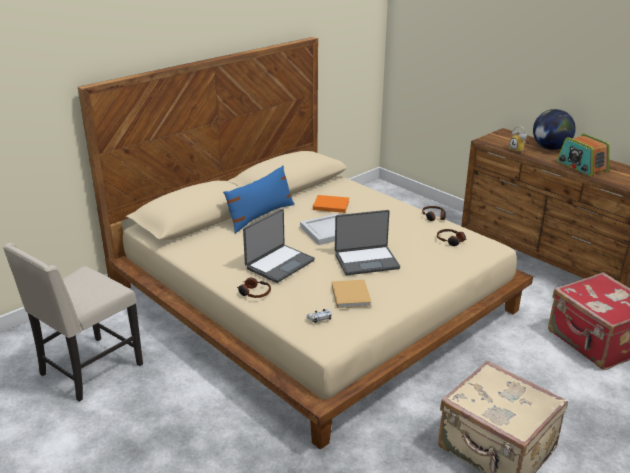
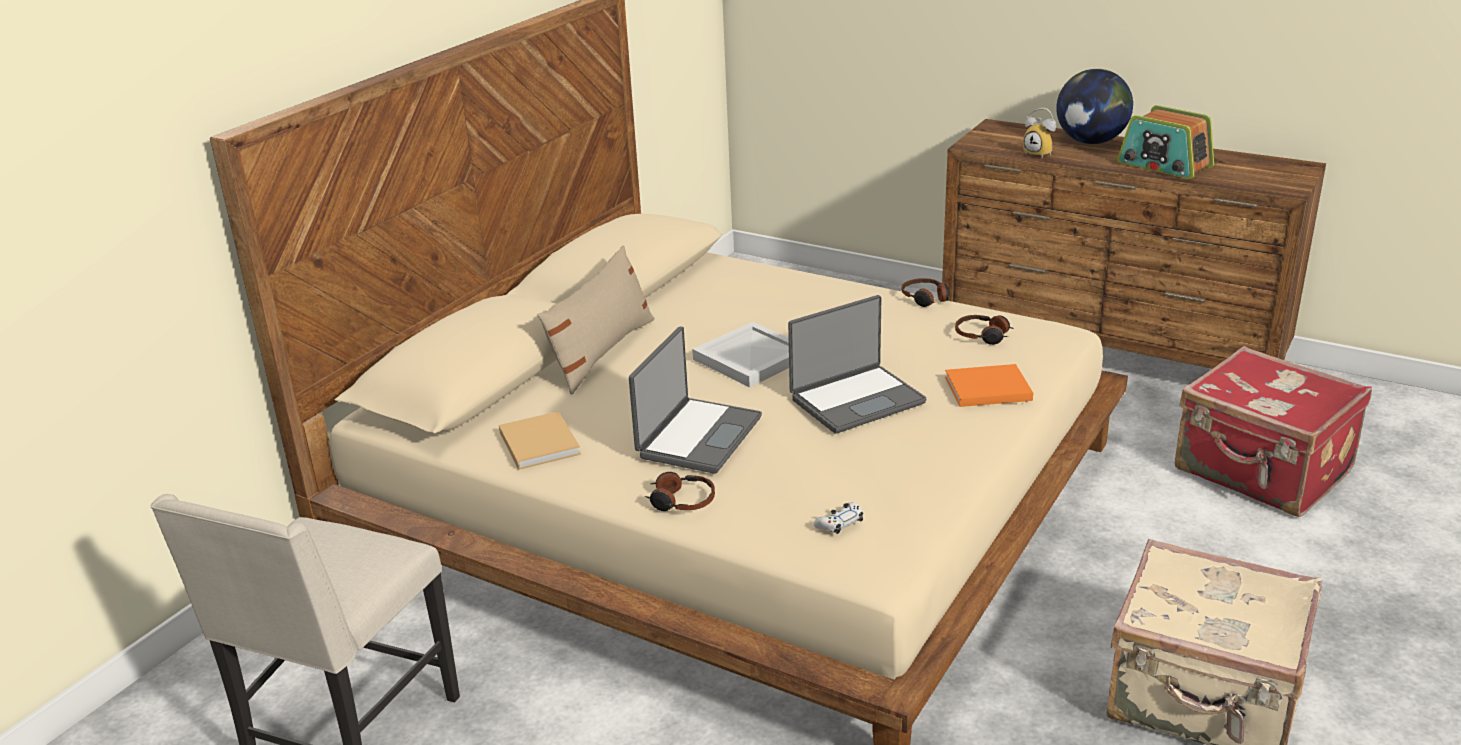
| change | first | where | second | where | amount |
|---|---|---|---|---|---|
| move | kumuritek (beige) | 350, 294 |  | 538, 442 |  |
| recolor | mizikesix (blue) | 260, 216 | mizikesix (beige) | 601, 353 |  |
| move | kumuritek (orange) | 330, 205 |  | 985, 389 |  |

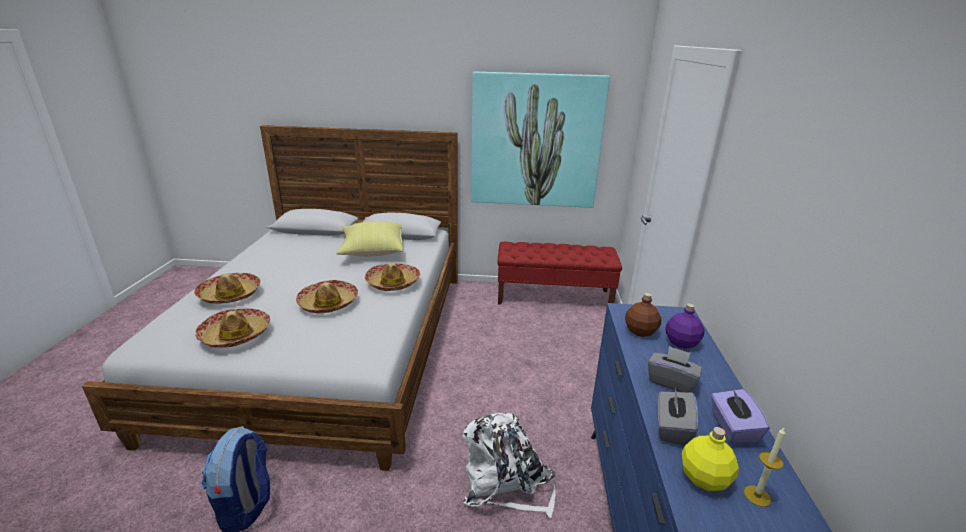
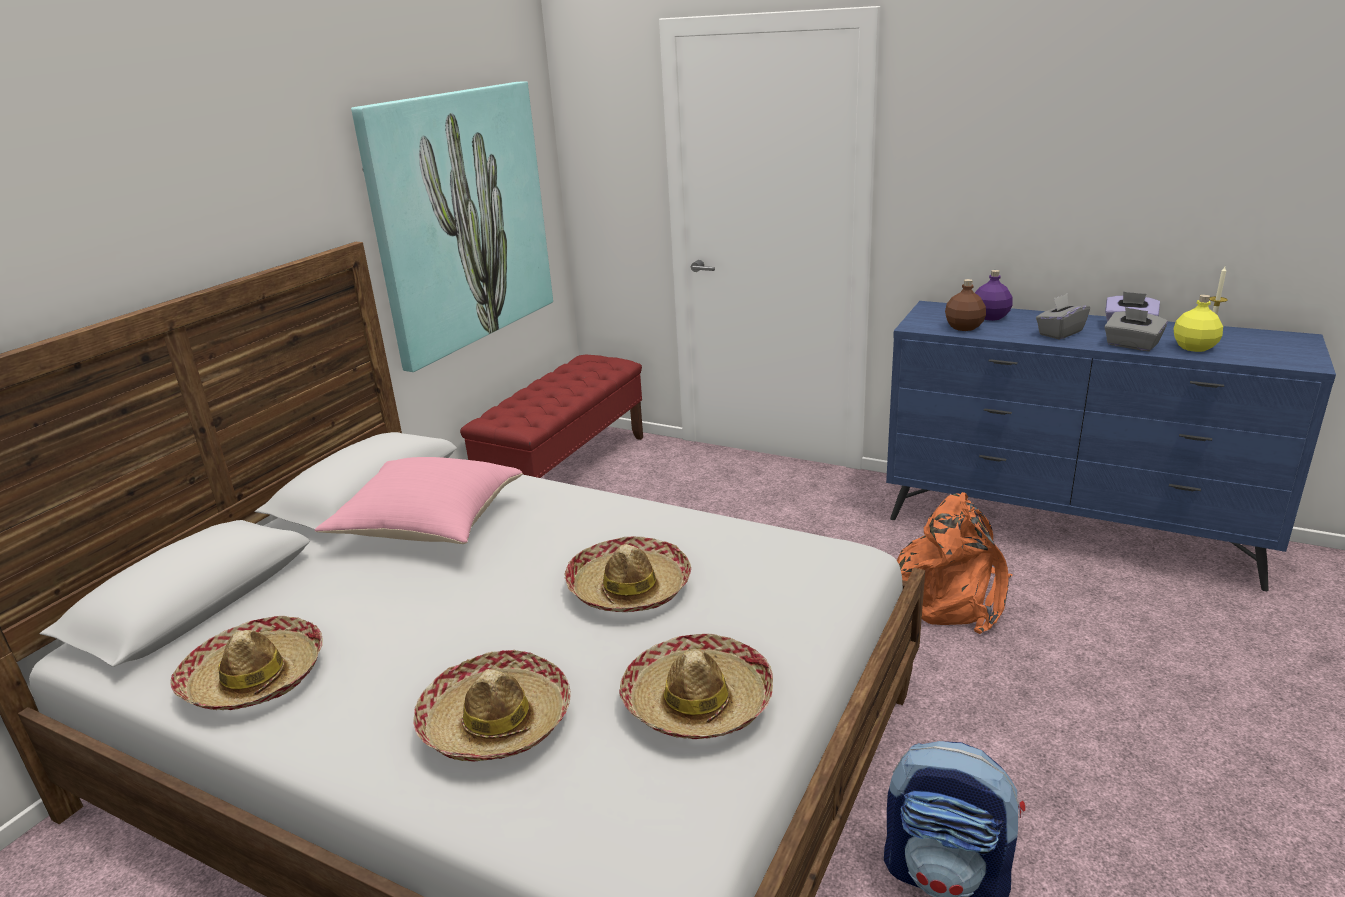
| change | first | where | second | where | amount |
|---|---|---|---|---|---|
| move | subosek | 393, 283 |  | 255, 677 |  |
| recolor | mizikesix (yellow) | 372, 251 | mizikesix (pink) | 426, 528 |  |
| recolor | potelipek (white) | 506, 483 | potelipek (orange) | 952, 597 |  |

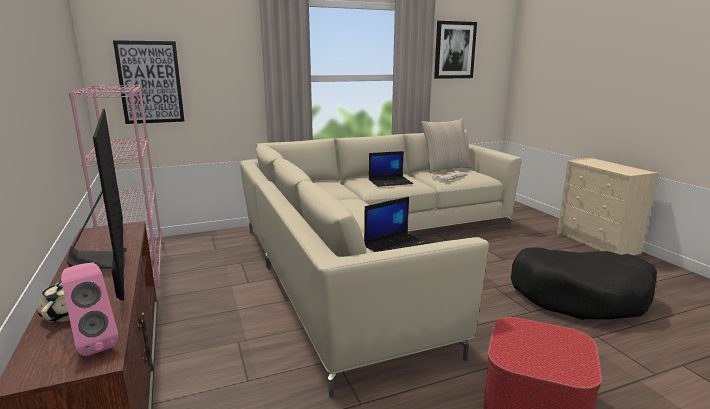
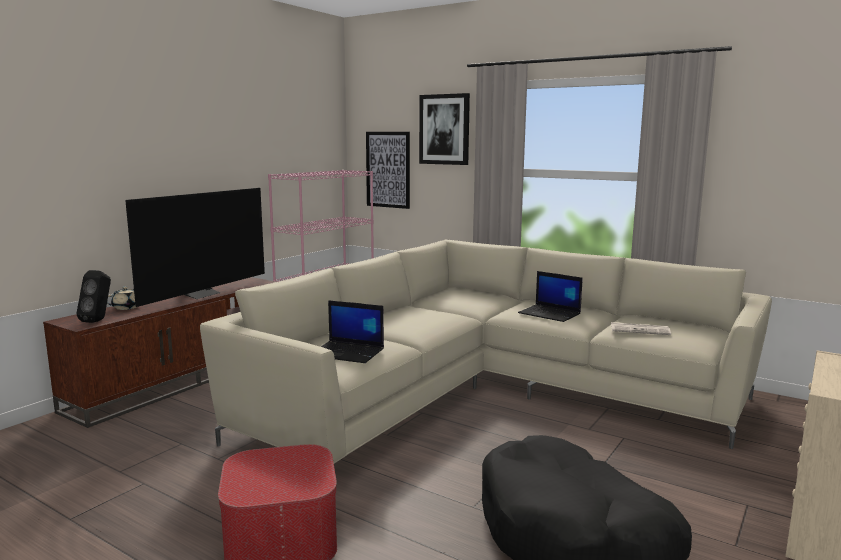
| change | first | where | second | where | amount |
|---|---|---|---|---|---|
| recolor | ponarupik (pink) | 94, 343 | ponarupik (black) | 98, 320 |  |
| move | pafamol | 454, 50 |  | 444, 129 |  |
| delete | mizikesix (beige) | 445, 169 |  |  |  |

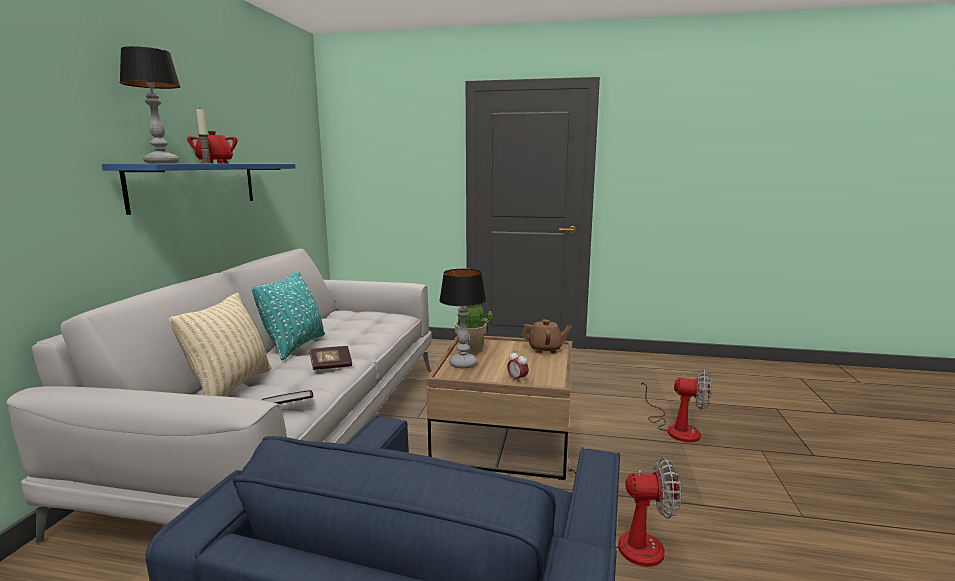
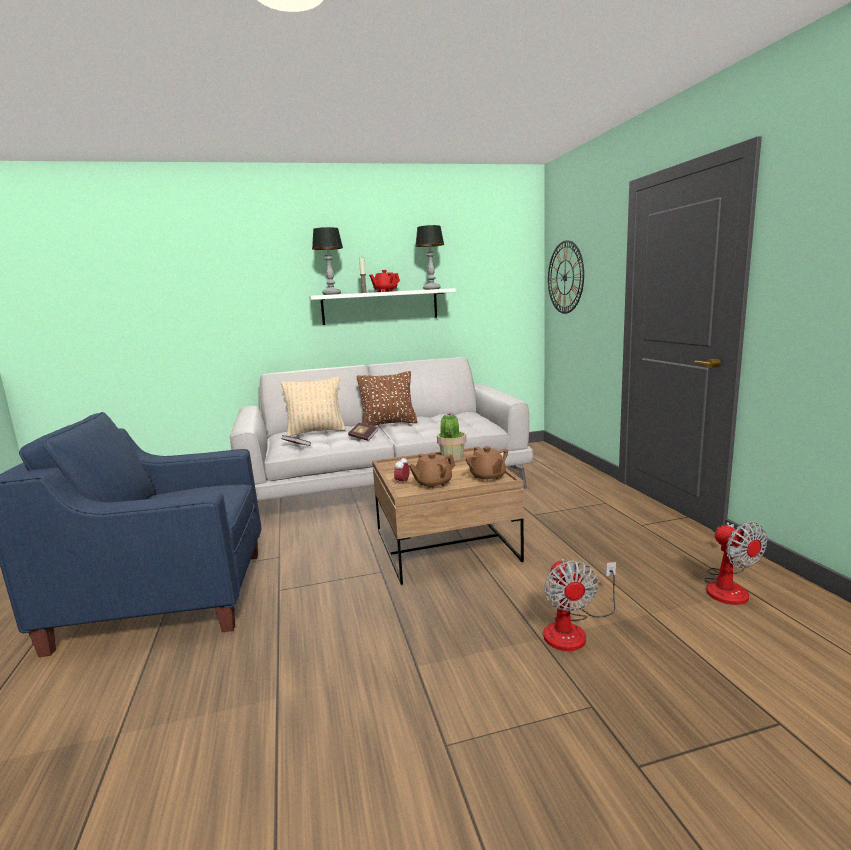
| change | first | where | second | where | amount |
|---|---|---|---|---|---|
| recolor | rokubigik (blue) | 196, 185 | rokubigik (white) | 380, 306 |  |
| recolor | mizikesix (turquoise) | 295, 346 | mizikesix (brown) | 388, 424 |  |
| insert |  |  | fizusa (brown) | 433, 484 |  |
| move | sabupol | 463, 364 |  | 431, 289 |  |
| insert |  |  | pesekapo | 565, 277 |  |
| move | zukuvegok | 627, 539 |  | 728, 587 |  |

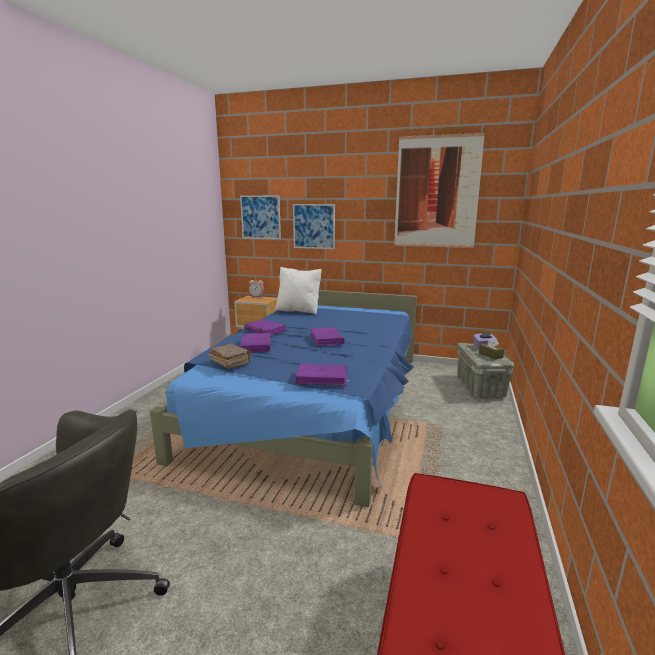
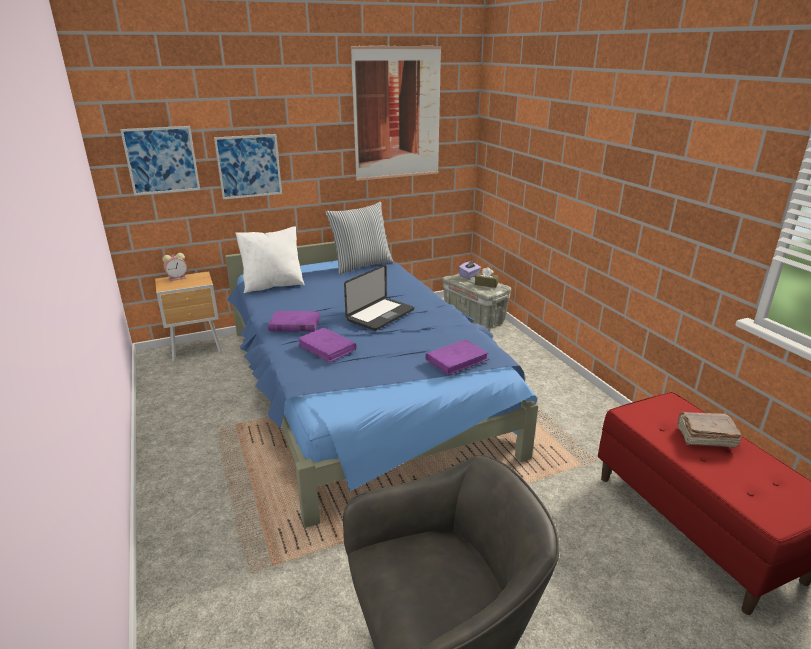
| change | first | where | second | where | amount |
|---|---|---|---|---|---|
| insert |  |  | mizikesix | 361, 265 |  |
| replace | kumuritek (purple) | 326, 339 | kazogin | 380, 315 |  |
| move | kumuritek (brown) | 230, 362 |  | 704, 437 |  |

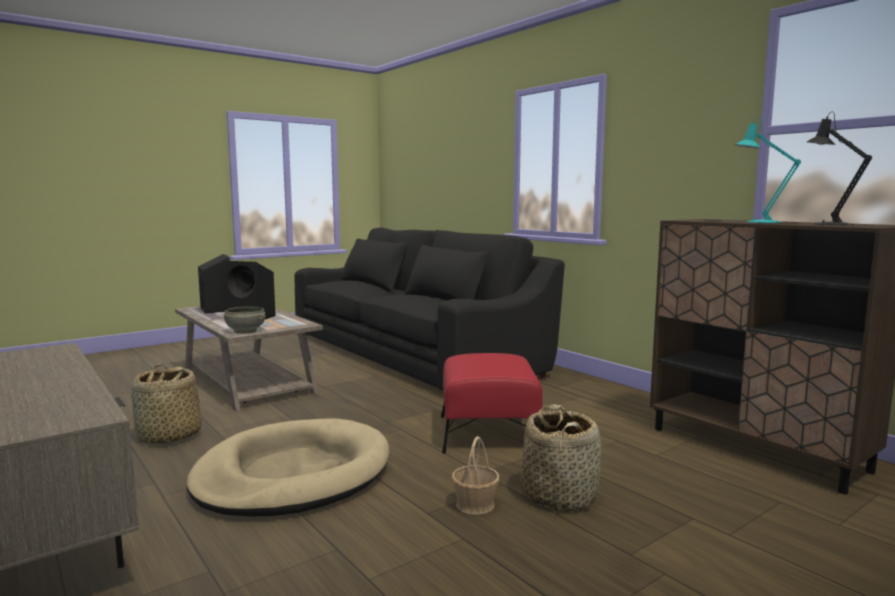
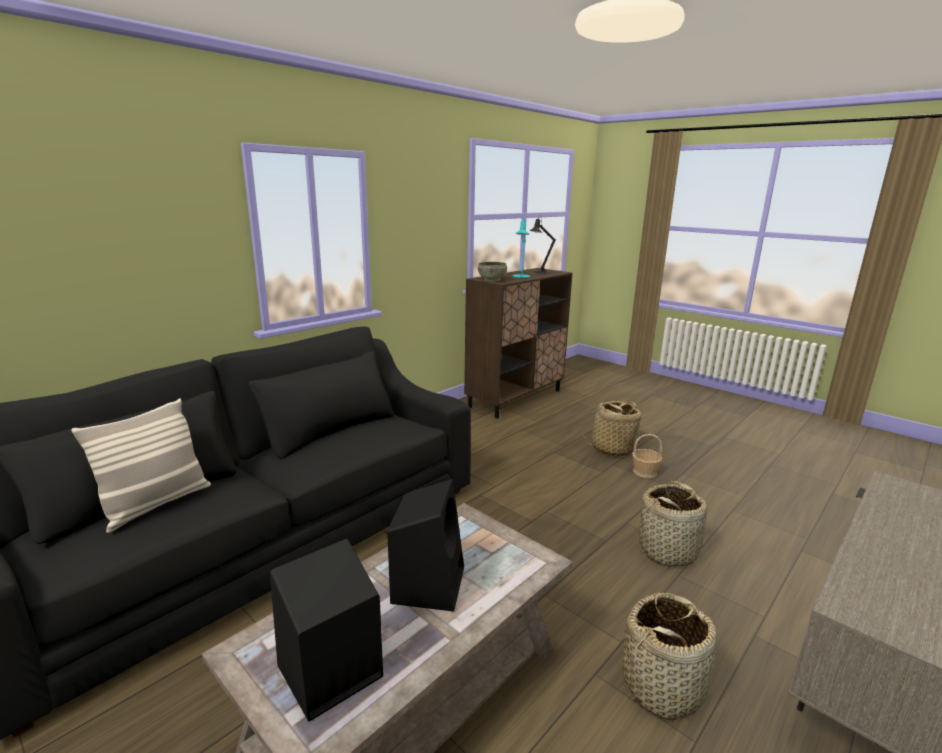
| change | first | where | second | where | amount |
|---|---|---|---|---|---|
| insert |  |  | mizikesix | 156, 504 |  |
| move | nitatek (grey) | 245, 331 |  | 492, 280 |  |
| replace | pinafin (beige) | 293, 474 | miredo | 668, 550 |  |
| delete | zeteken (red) | 488, 433 |  |  |  |

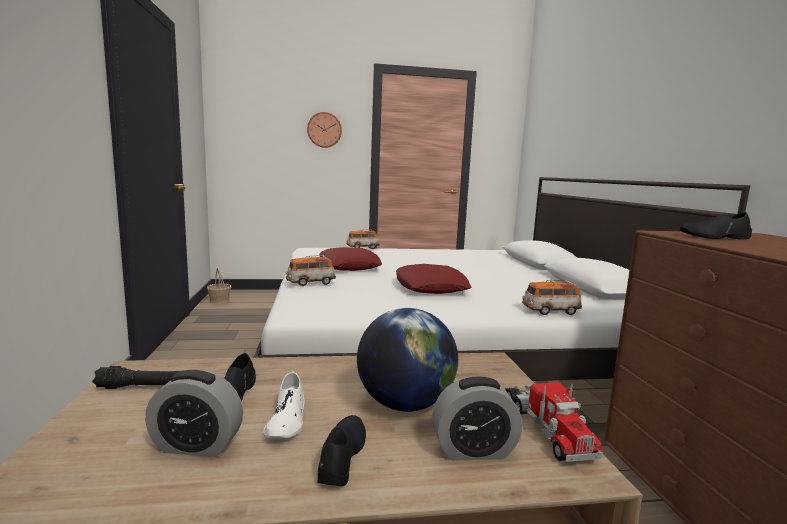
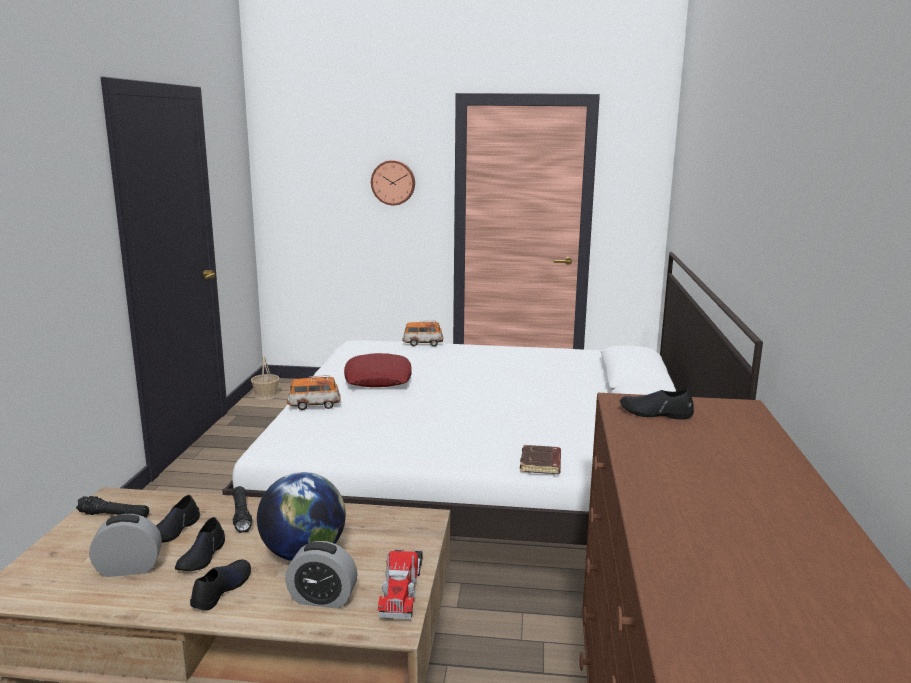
| change | first | where | second | where | amount |
|---|---|---|---|---|---|
| rotate | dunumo | 197, 445 |  | 129, 568 | 150 degrees clockwise |
| recolor | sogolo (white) | 287, 420 | sogolo (black) | 202, 557 |  |
| insert |  |  | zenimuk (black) | 241, 515 |  |
| replace | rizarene | 550, 311 | kumuritek (brown) | 541, 464 |  |
| delete | mizikesix (red) | 431, 287 |  |  |  |

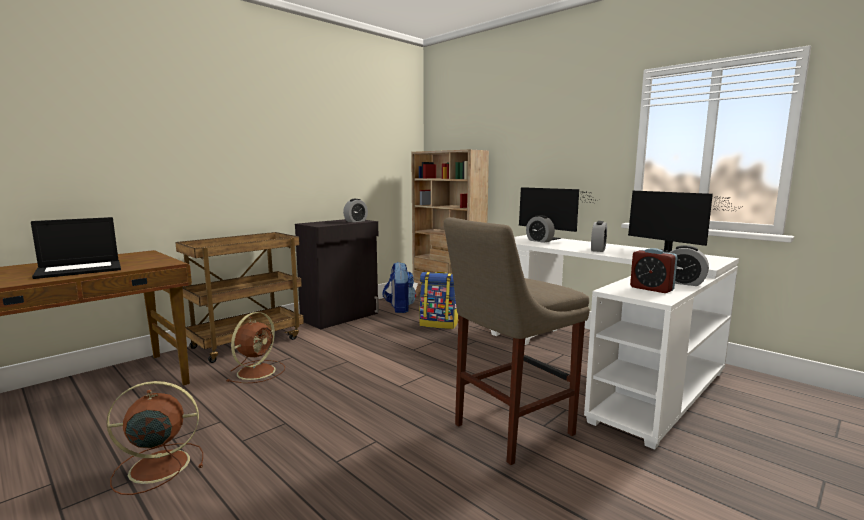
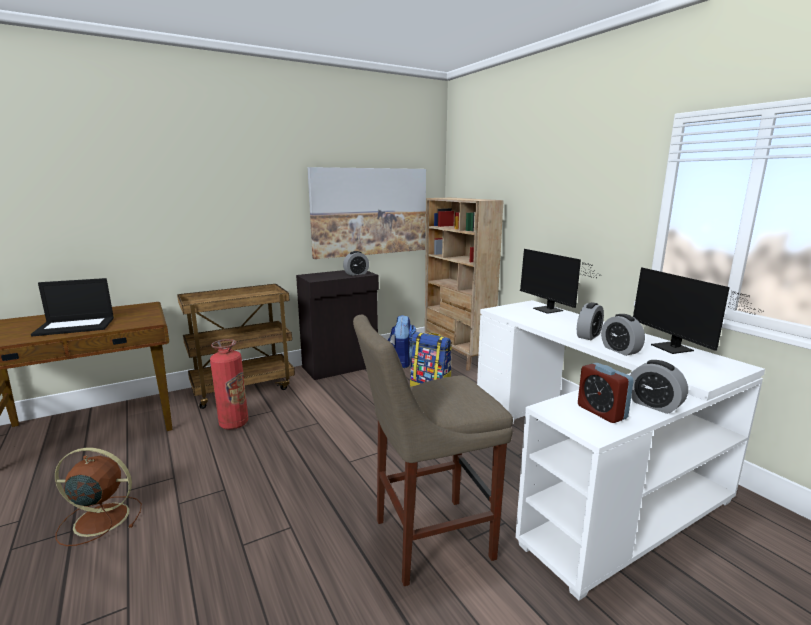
| change | first | where | second | where | amount |
|---|---|---|---|---|---|
| replace | zukuvegok (brown) | 257, 371 | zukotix | 234, 424 |  |
| insert |  |  | pafamol | 370, 211 |  |
| move | dunumo | 539, 241 |  | 620, 350 |  |

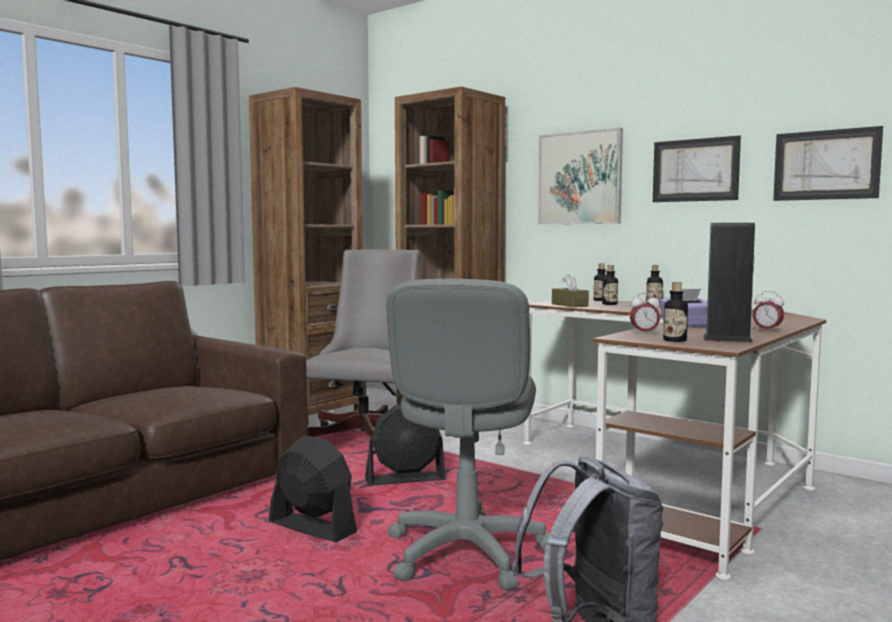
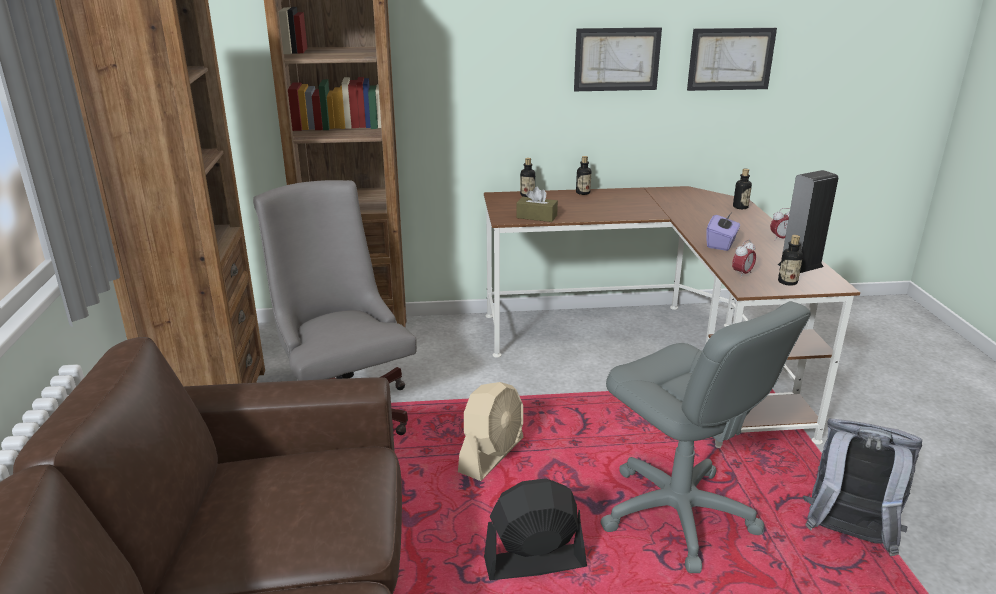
| change | first | where | second | where | amount |
|---|---|---|---|---|---|
| recolor | zukuvegok (black) | 405, 480 | zukuvegok (beige) | 492, 455 |  |
| move | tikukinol | 609, 304 |  | 740, 207 |  |
| delete | pafamol | 579, 178 |  |  |  |

